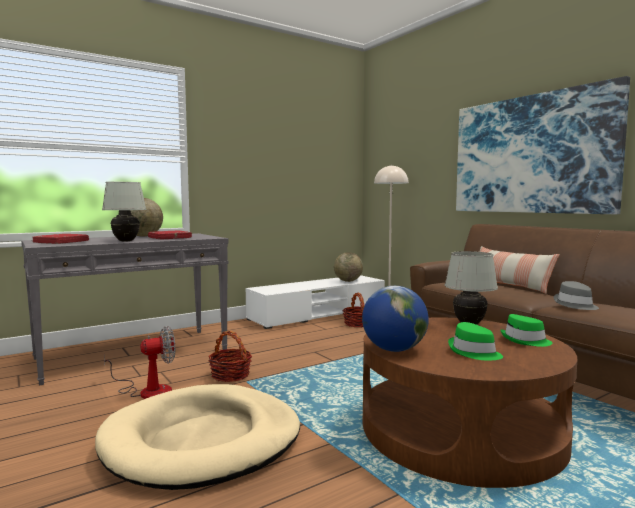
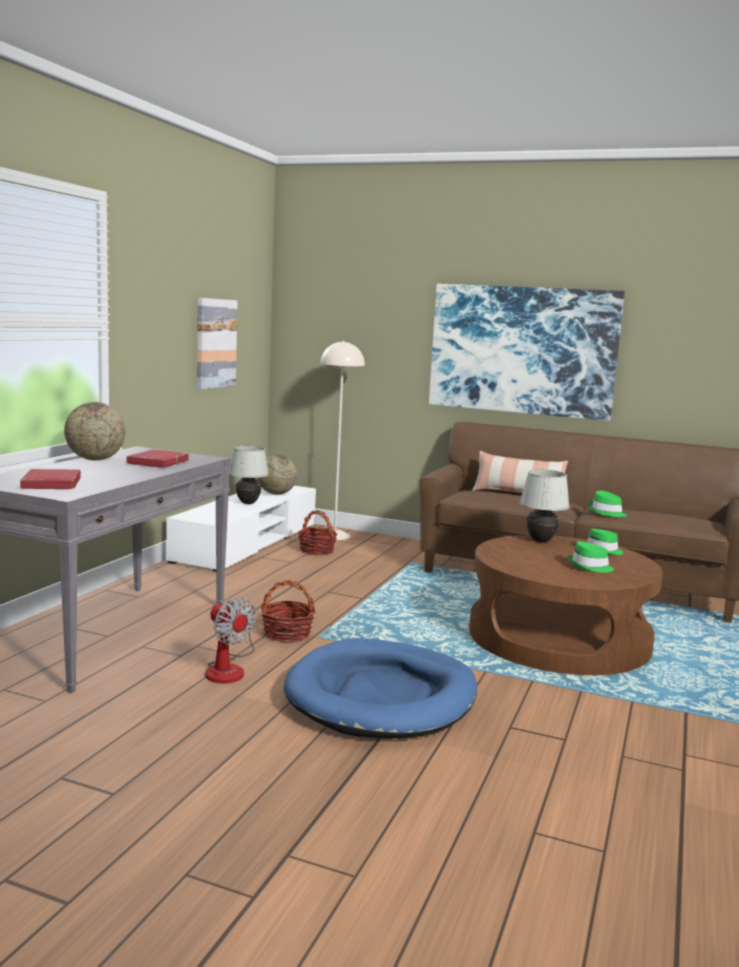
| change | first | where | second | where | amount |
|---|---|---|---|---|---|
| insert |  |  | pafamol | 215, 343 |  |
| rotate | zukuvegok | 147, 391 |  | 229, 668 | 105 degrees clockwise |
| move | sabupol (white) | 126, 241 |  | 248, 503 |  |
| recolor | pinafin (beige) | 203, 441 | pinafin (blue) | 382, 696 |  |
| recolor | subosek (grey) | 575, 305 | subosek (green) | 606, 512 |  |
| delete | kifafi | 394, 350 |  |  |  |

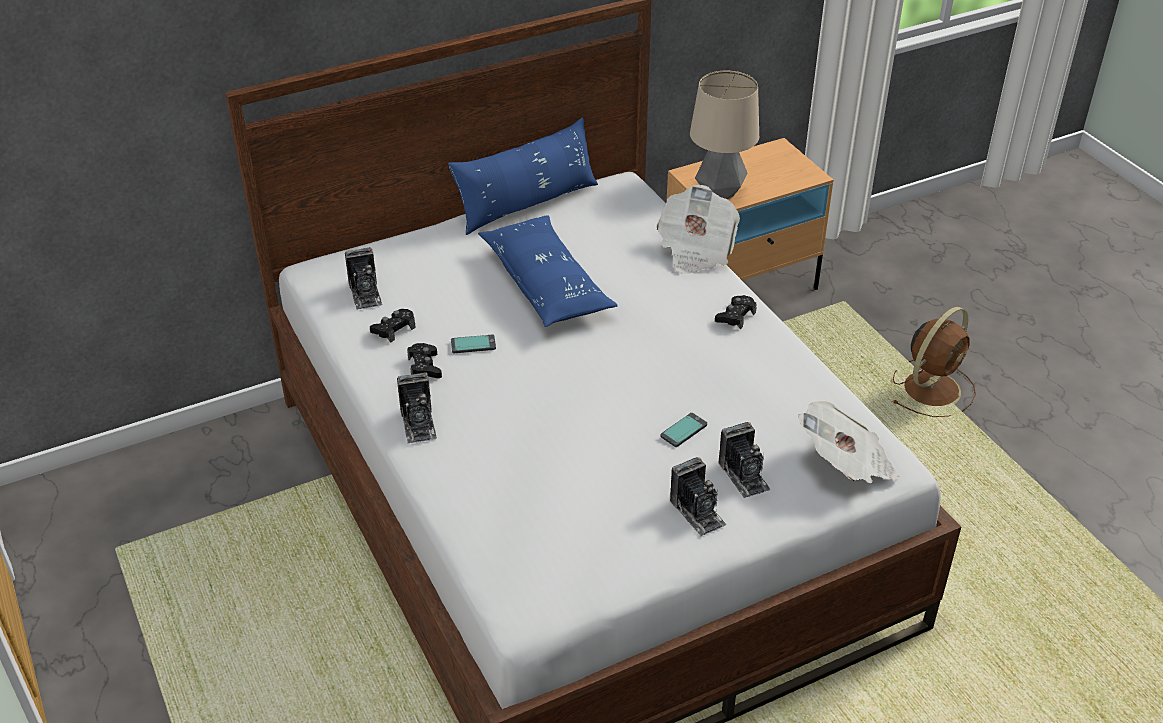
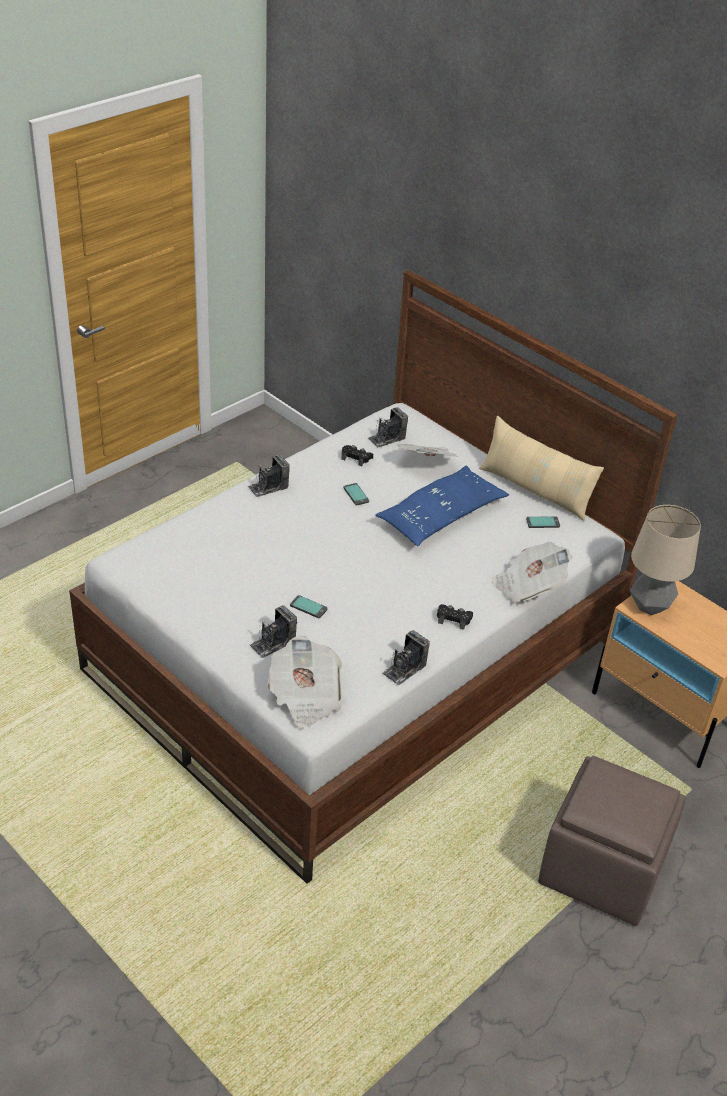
| change | first | where | second | where | amount |
|---|---|---|---|---|---|
| move | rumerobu | 697, 512 |  | 404, 669 |  |
| insert |  |  | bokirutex | 427, 463 |  |
| recolor | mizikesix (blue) | 527, 204 | mizikesix (beige) | 535, 490 |  |
| insert |  |  | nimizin | 542, 522 |  |
| replace | zukuvegok (brown) | 932, 388 | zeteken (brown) | 604, 867 |  |
| delete | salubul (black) | 424, 366 |  |  |  |

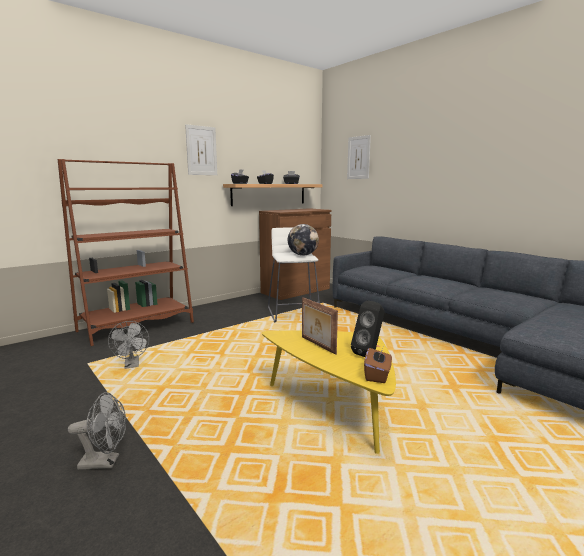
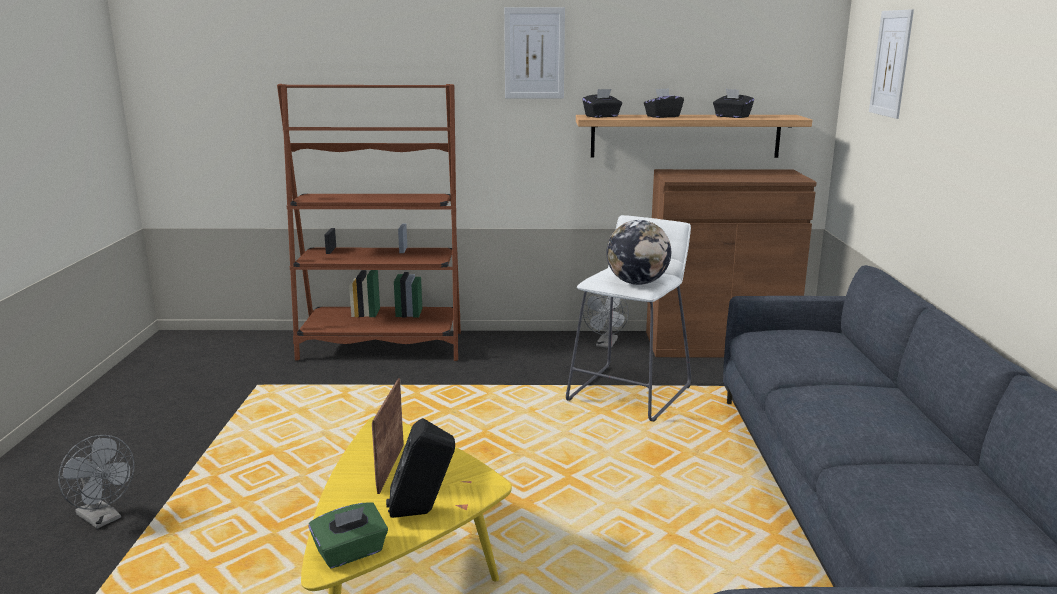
| change | first | where | second | where | amount |
|---|---|---|---|---|---|
| recolor | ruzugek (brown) | 377, 375 | ruzugek (green) | 351, 553 |  |
| move | zukuvegok (grey) | 132, 365 |  | 606, 344 |  |

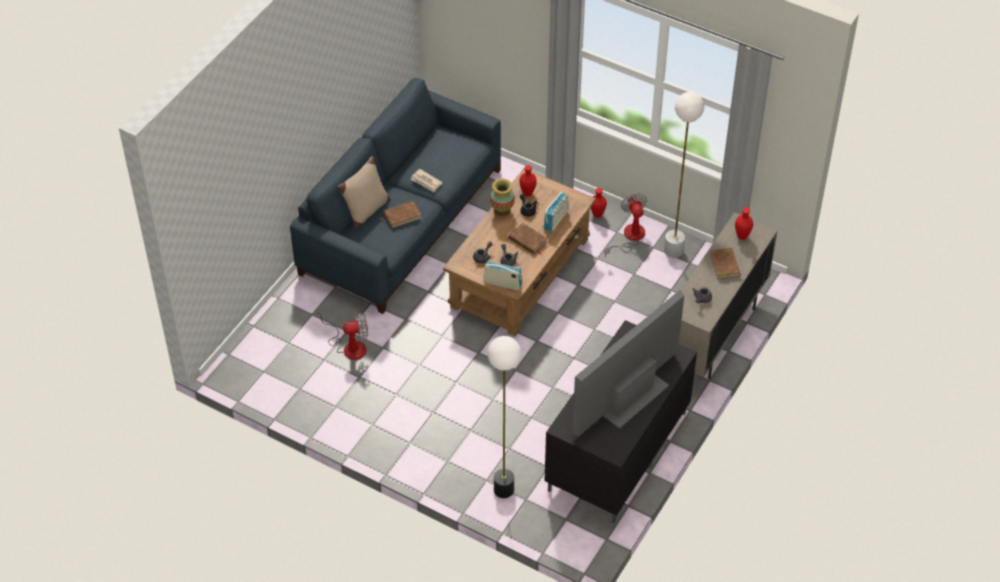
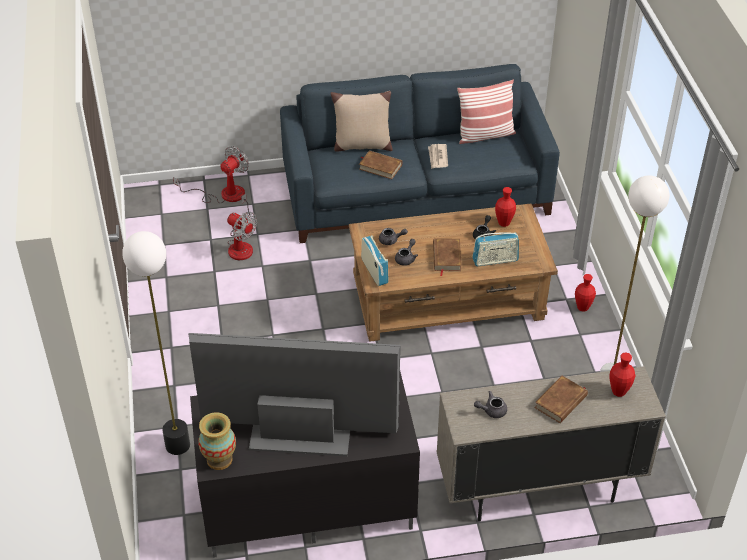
| change | first | where | second | where | amount |
|---|---|---|---|---|---|
| move | zukuvegok | 629, 237 |  | 223, 194 |  |
| move | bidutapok | 502, 211 |  | 219, 459 |  |
| insert |  |  | mizikesix | 485, 135 |  |

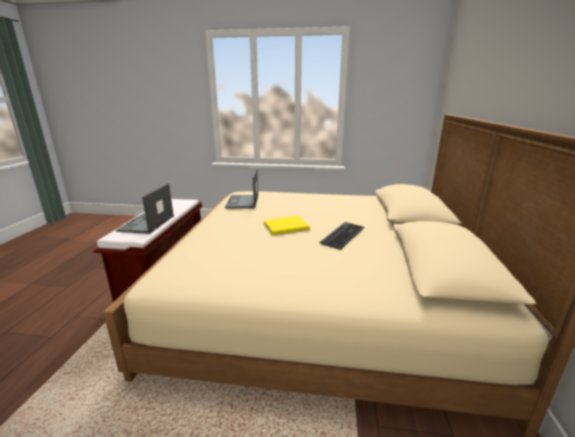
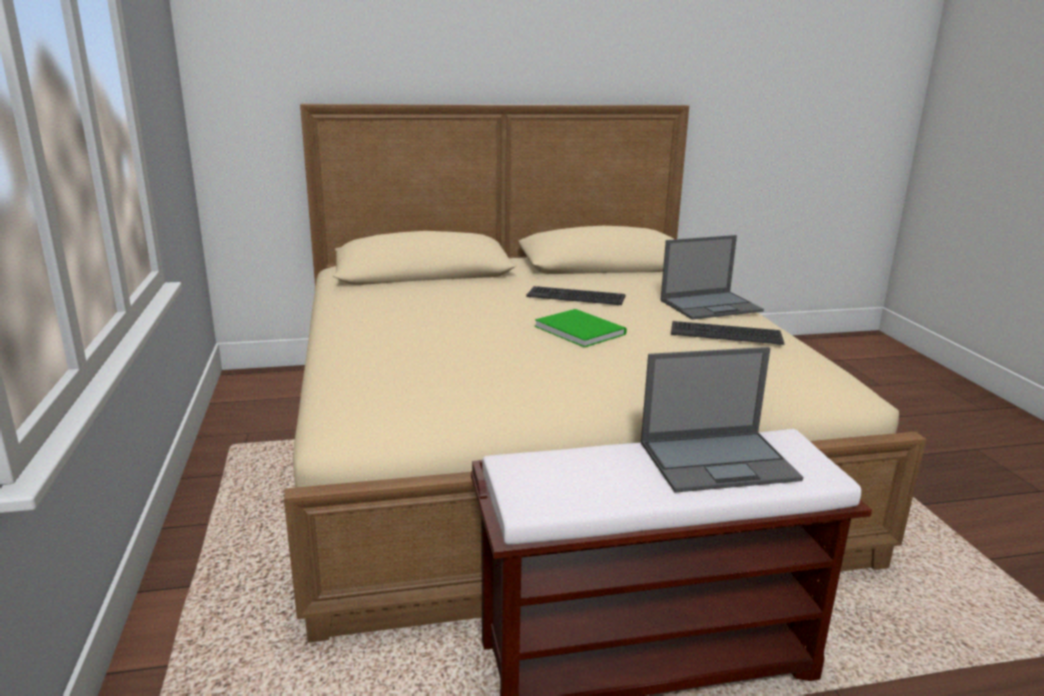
| change | first | where | second | where | amount |
|---|---|---|---|---|---|
| recolor | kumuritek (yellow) | 287, 227 | kumuritek (green) | 579, 329 |  |
| move | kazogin | 242, 202 |  | 711, 305 |  |
| insert |  |  | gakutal | 726, 334 |  |

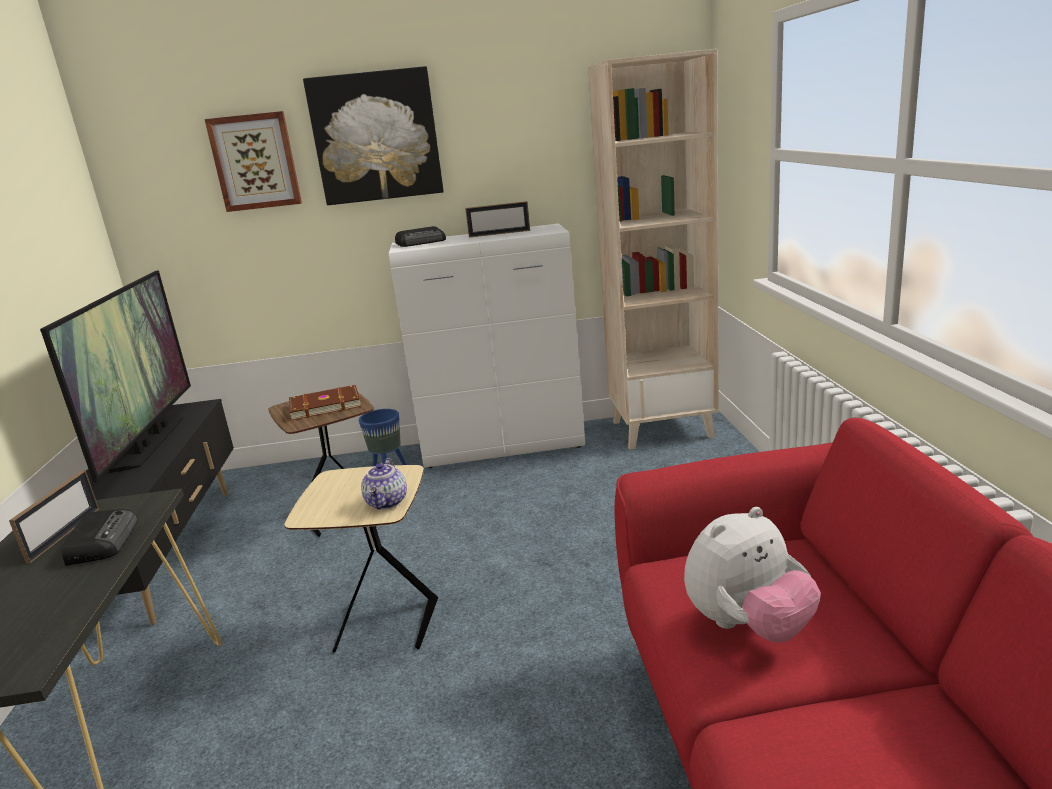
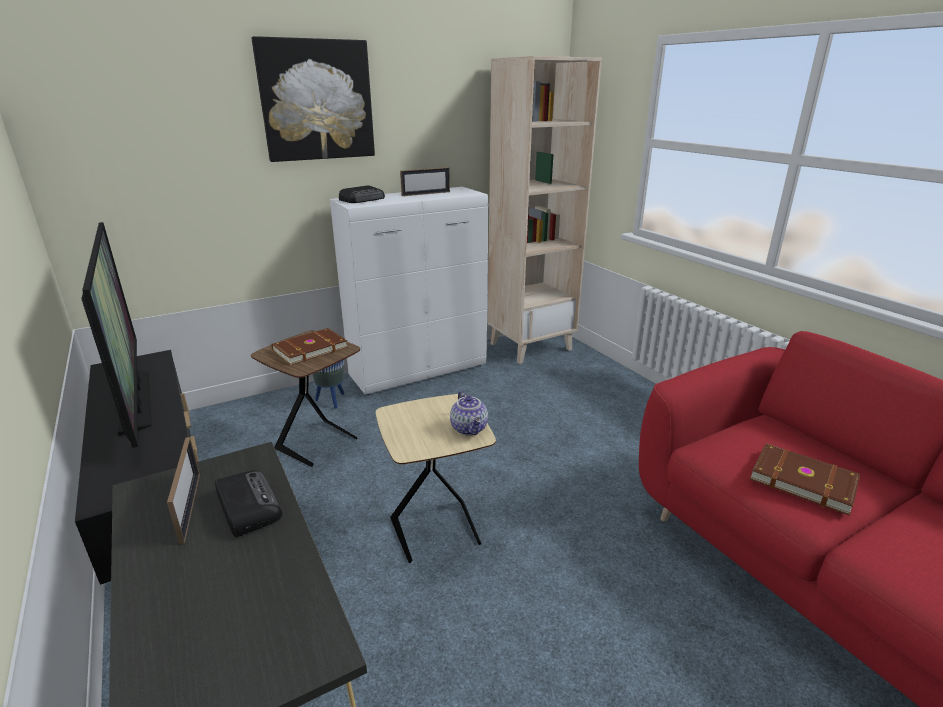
| change | first | where | second | where | amount |
|---|---|---|---|---|---|
| replace | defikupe | 748, 626 | kumuritek (brown) | 802, 479 |  |
| delete | pafamol | 255, 162 |  |  |  |

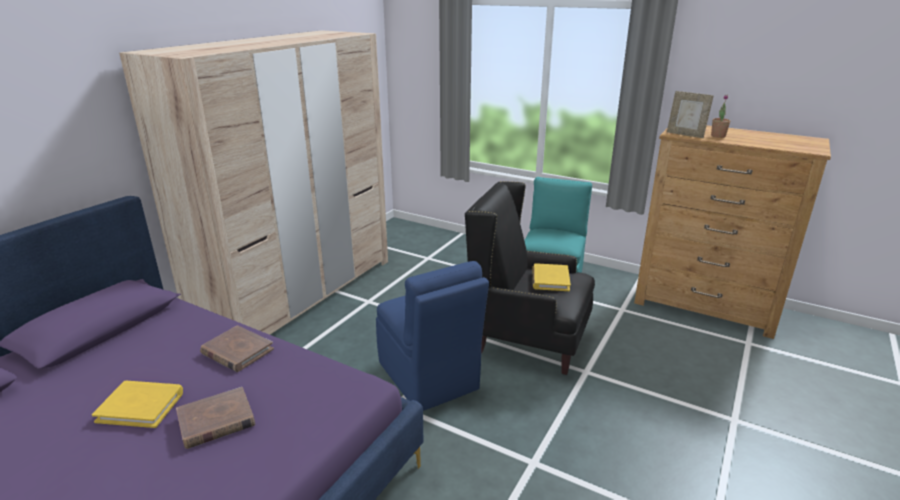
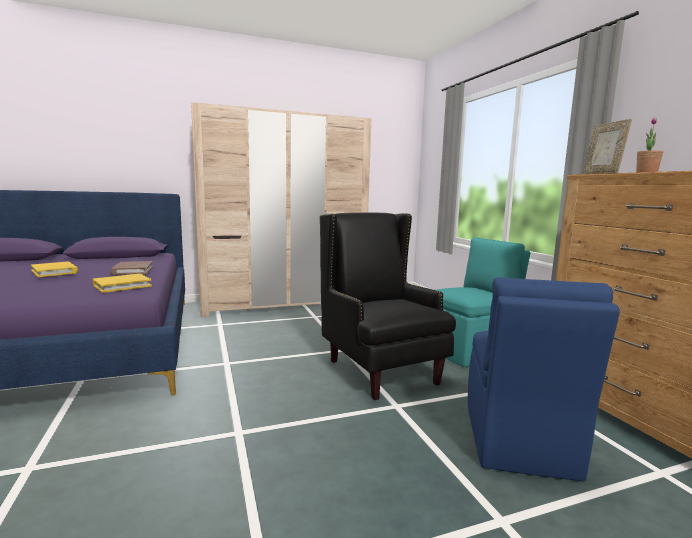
| change | first | where | second | where | amount |
|---|---|---|---|---|---|
| move | kumuritek (yellow) | 550, 279 |  | 122, 286 |  |
| move | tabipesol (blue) | 428, 377 |  | 518, 441 |  |
| delete | kumuritek (brown) | 216, 421 |  |  |  |

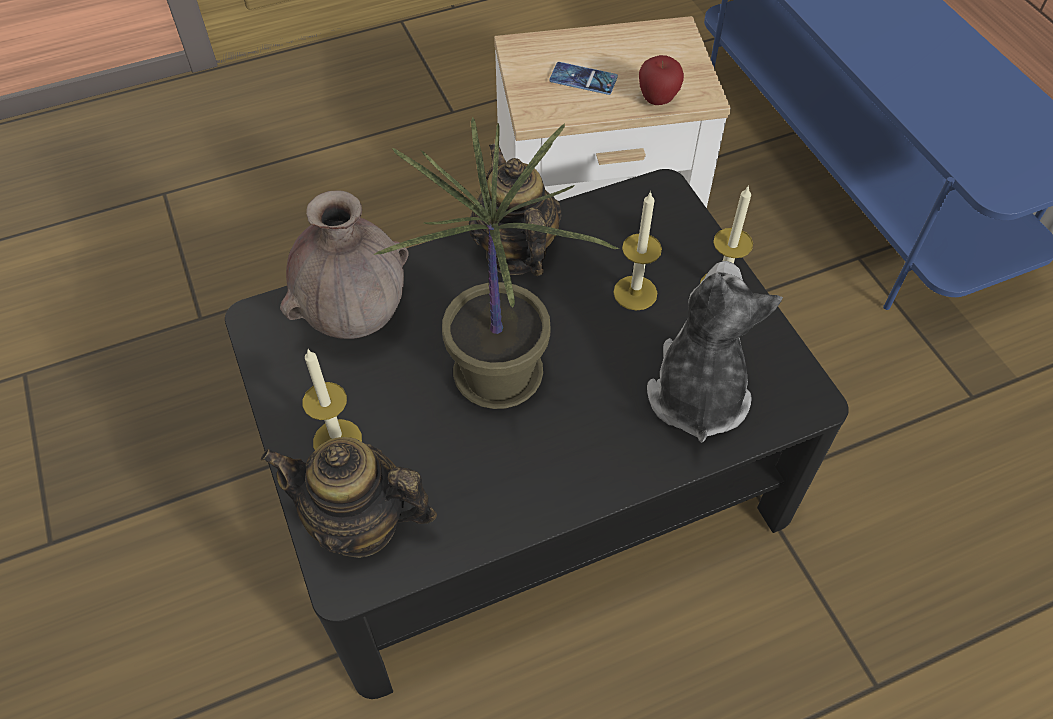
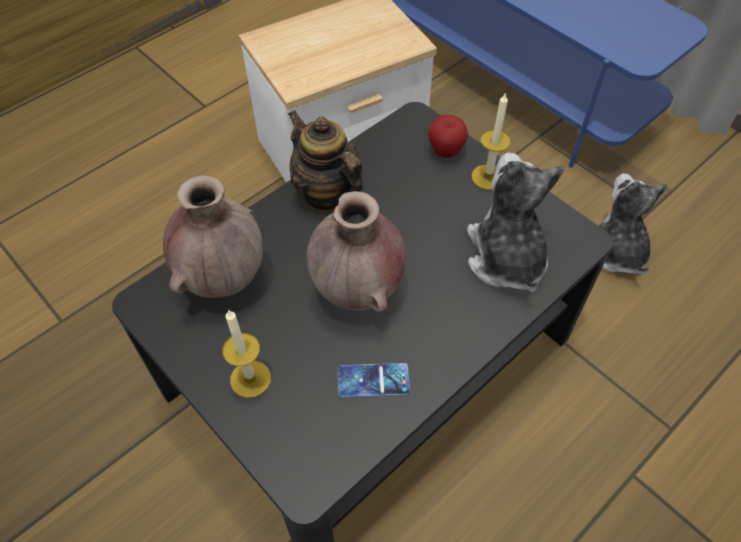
| change | first | where | second | where | amount |
|---|---|---|---|---|---|
| replace | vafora | 501, 378 | bidutapok (brown) | 358, 291 |  |
| move | nimizin | 583, 79 |  | 373, 380 |  |
| move | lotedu | 657, 99 |  | 445, 151 |  |
| insert |  |  | defikupe | 615, 250 |  |
| delete | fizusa | 360, 523 |  |  |  |
| delete | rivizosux | 635, 293 |  |  |  |

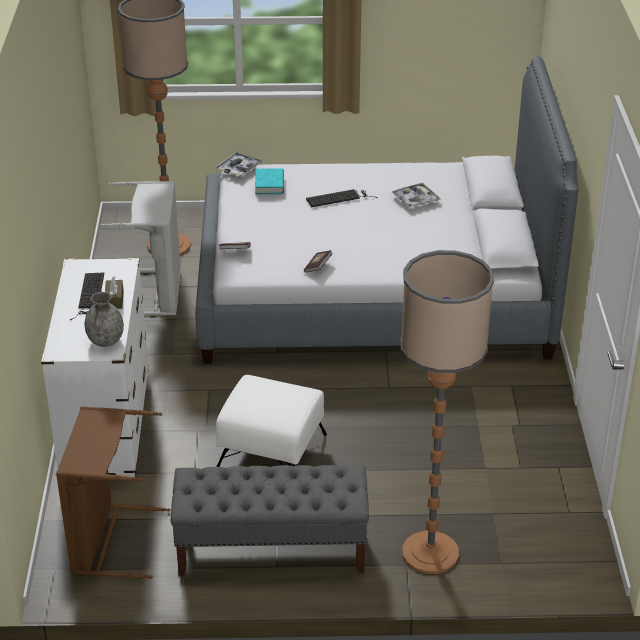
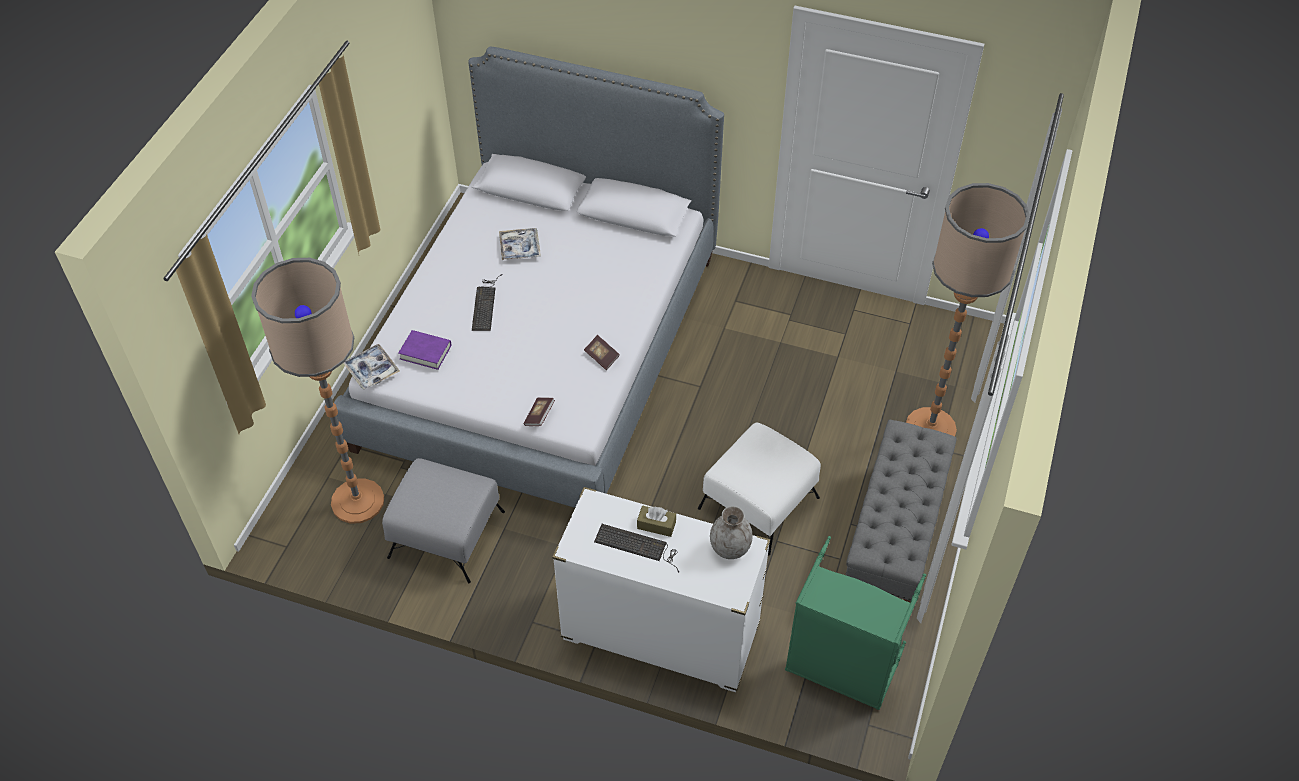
| change | first | where | second | where | amount |
|---|---|---|---|---|---|
| replace | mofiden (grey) | 156, 293 | zeteken (grey) | 447, 535 |  |
| recolor | kumuritek (turquoise) | 269, 185 | kumuritek (purple) | 425, 352 |  |
| recolor | mofiden (brown) | 109, 540 | mofiden (green) | 841, 667 |  |

